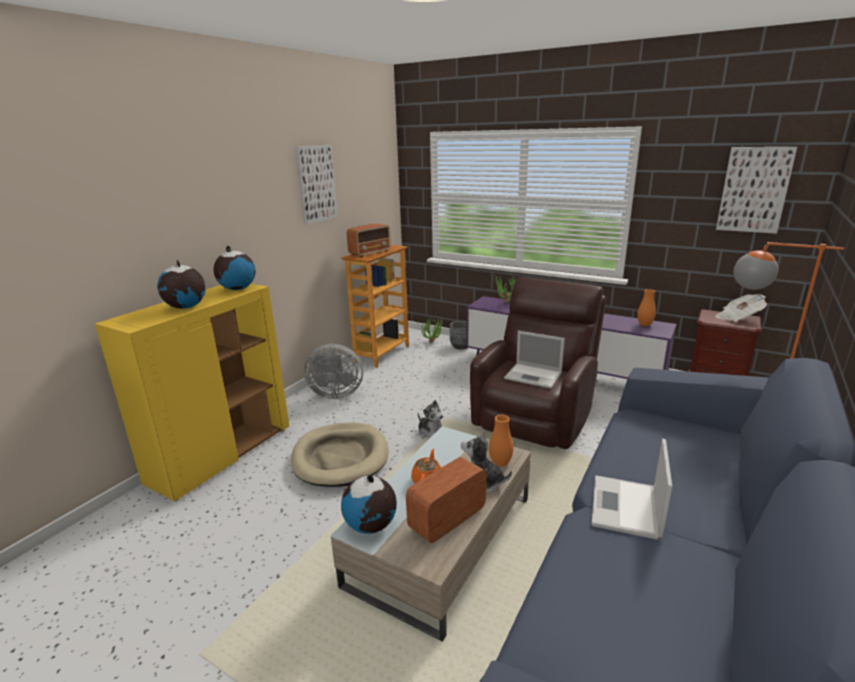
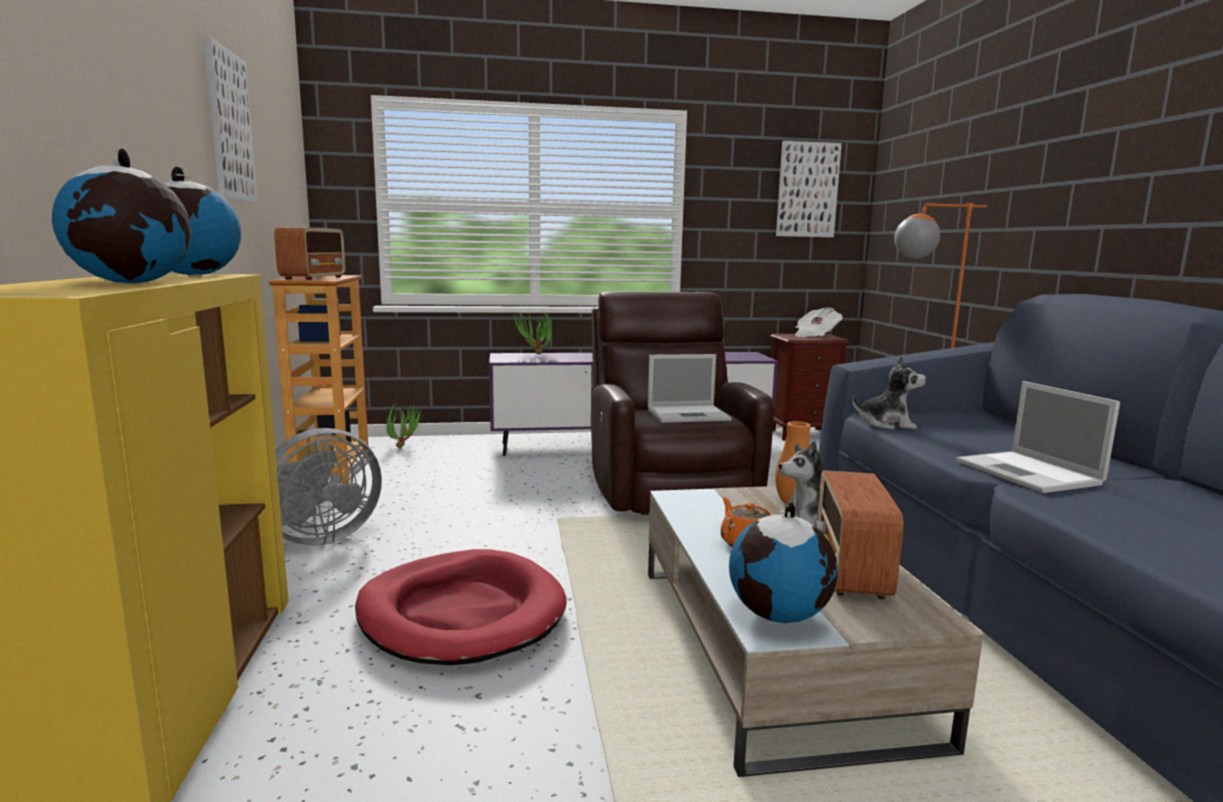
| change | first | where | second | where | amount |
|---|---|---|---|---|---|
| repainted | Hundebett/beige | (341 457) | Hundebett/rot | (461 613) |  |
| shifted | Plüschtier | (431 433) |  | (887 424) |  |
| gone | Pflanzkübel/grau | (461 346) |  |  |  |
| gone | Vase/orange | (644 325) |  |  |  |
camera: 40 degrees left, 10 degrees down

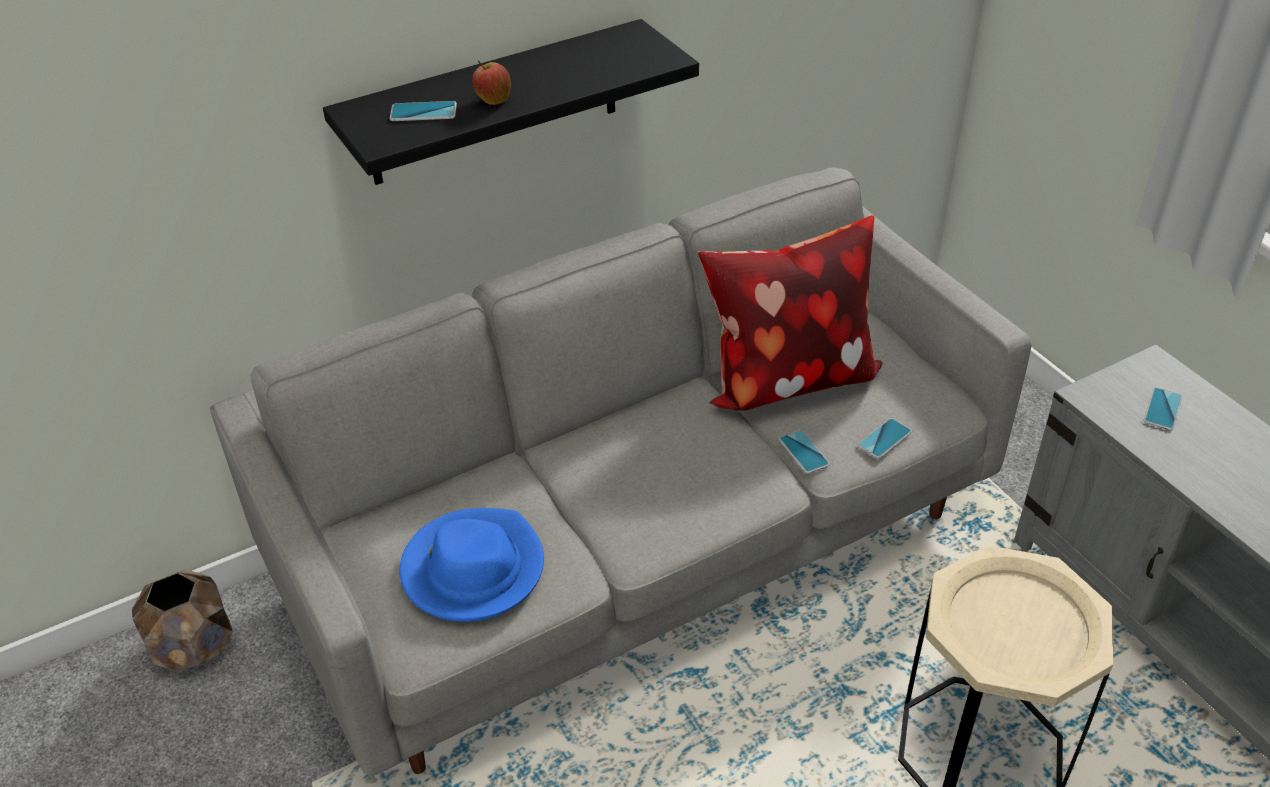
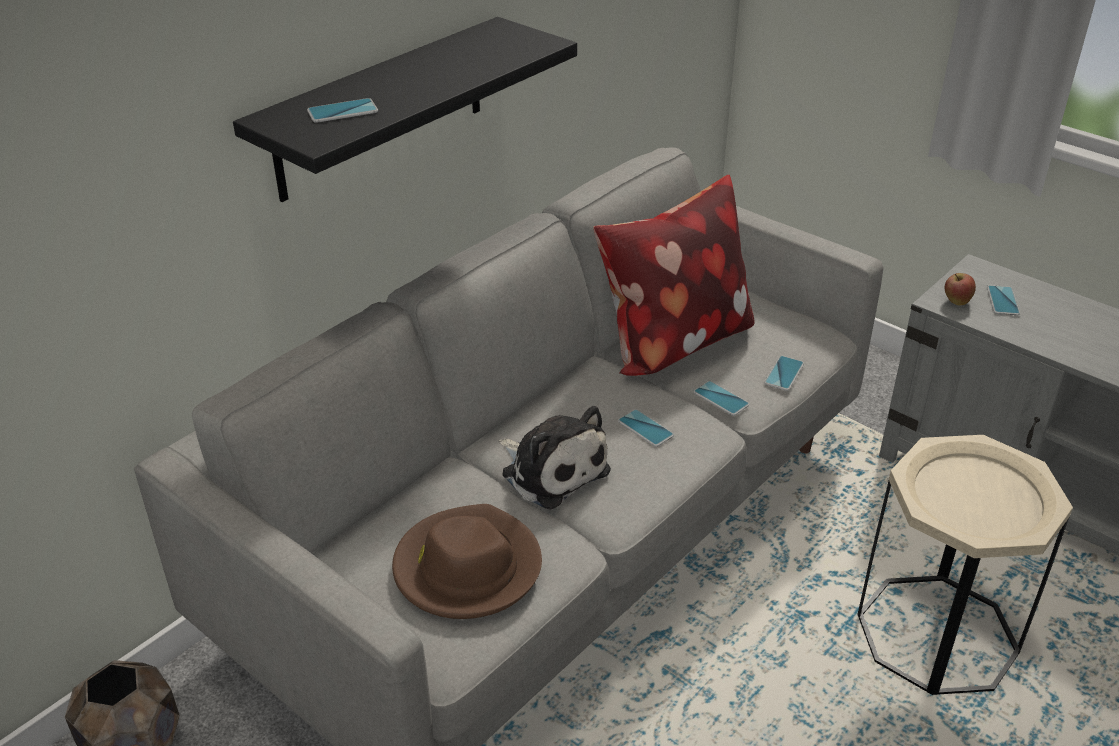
| change | first | where | second | where | amount |
|---|---|---|---|---|---|
| repainted | Hut/blau | (473 569) | Hut/braun | (467 568) |  |
| new |  |  | Plüschtier | (552 470) |  |
| new |  |  | Handy | (645 428) |  |
| shifted | Apfel | (493 100) |  | (956 301) |  |
camera: 20 degrees left, 5 degrees down

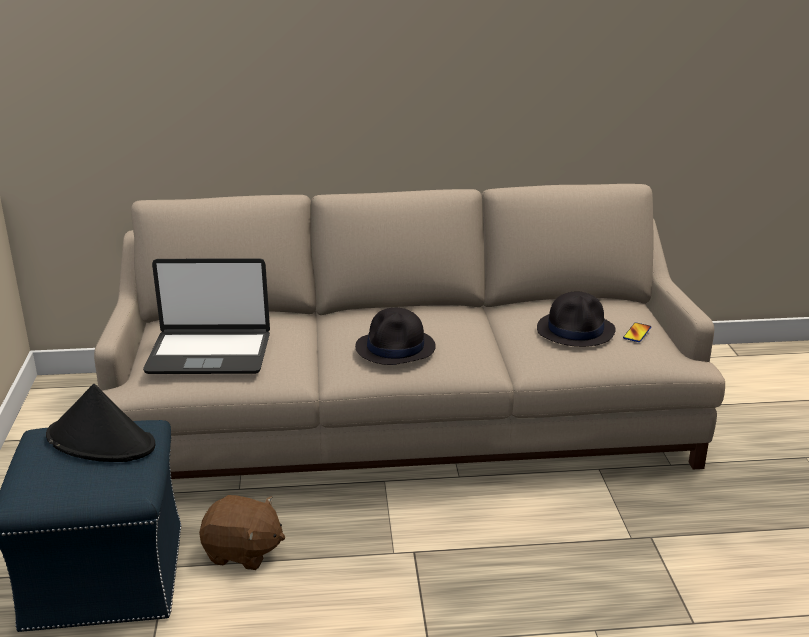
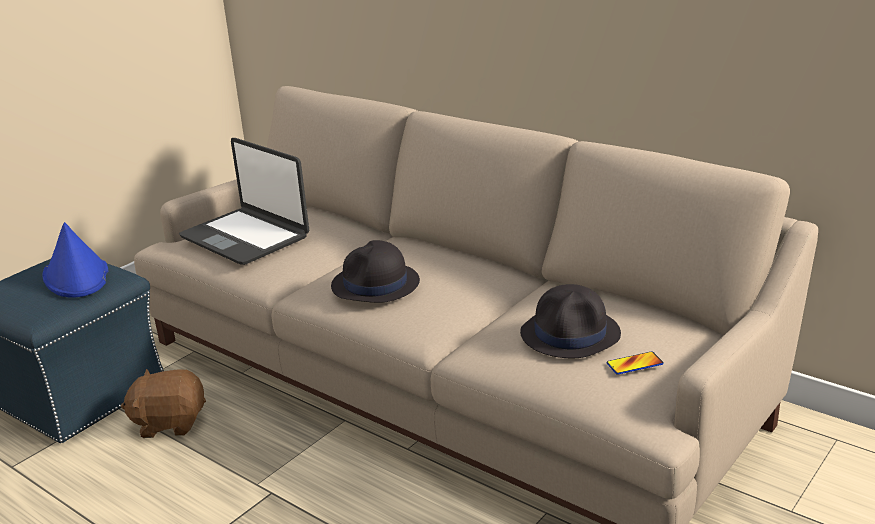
| change | first | where | second | where | amount |
|---|---|---|---|---|---|
| repainted | Hut/schwarz | (101 441) | Hut/blau | (76 275) |  |
| rotated | Plüschtier/braun | (243 552) |  | (170 422) | 120 degrees clockwise |
camera: 45 degrees right, 0 degrees up

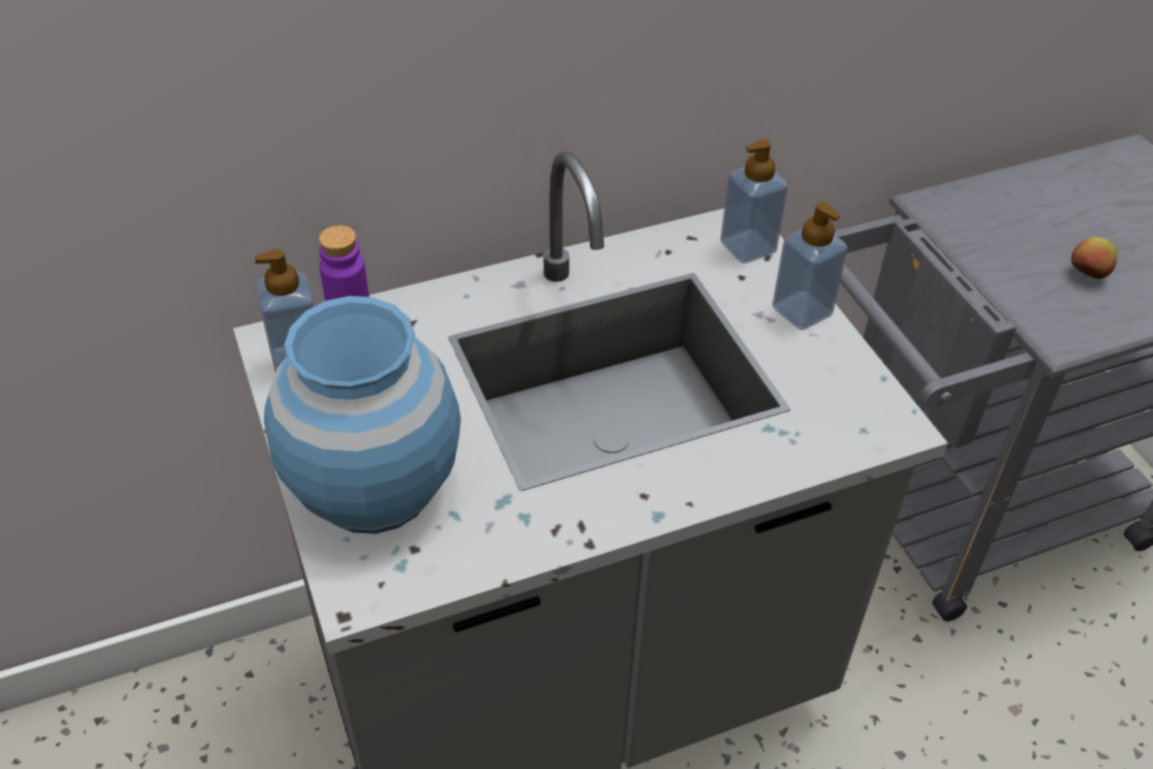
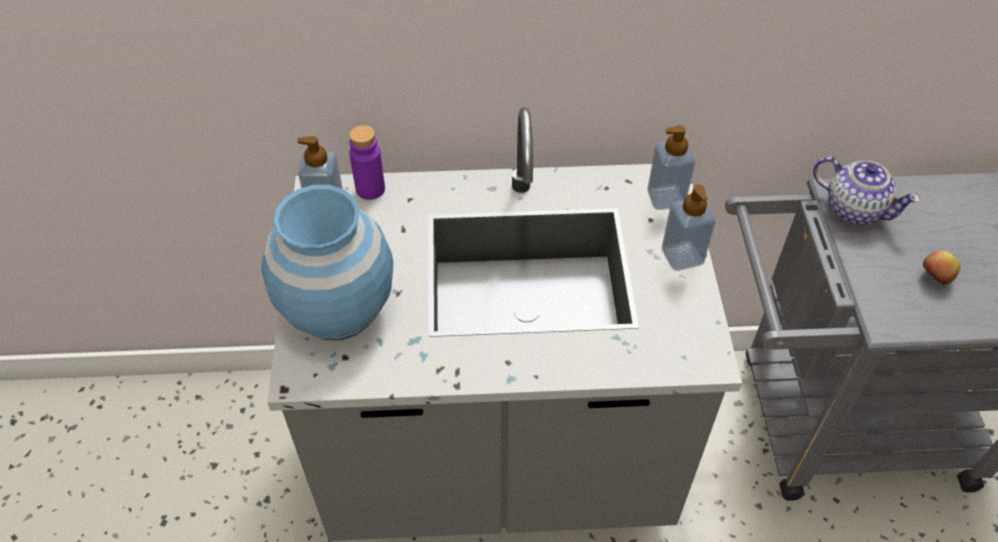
| change | first | where | second | where | amount |
|---|---|---|---|---|---|
| new |  |  | Teekanne | (853 208) |  |
camera: 20 degrees right, 5 degrees up

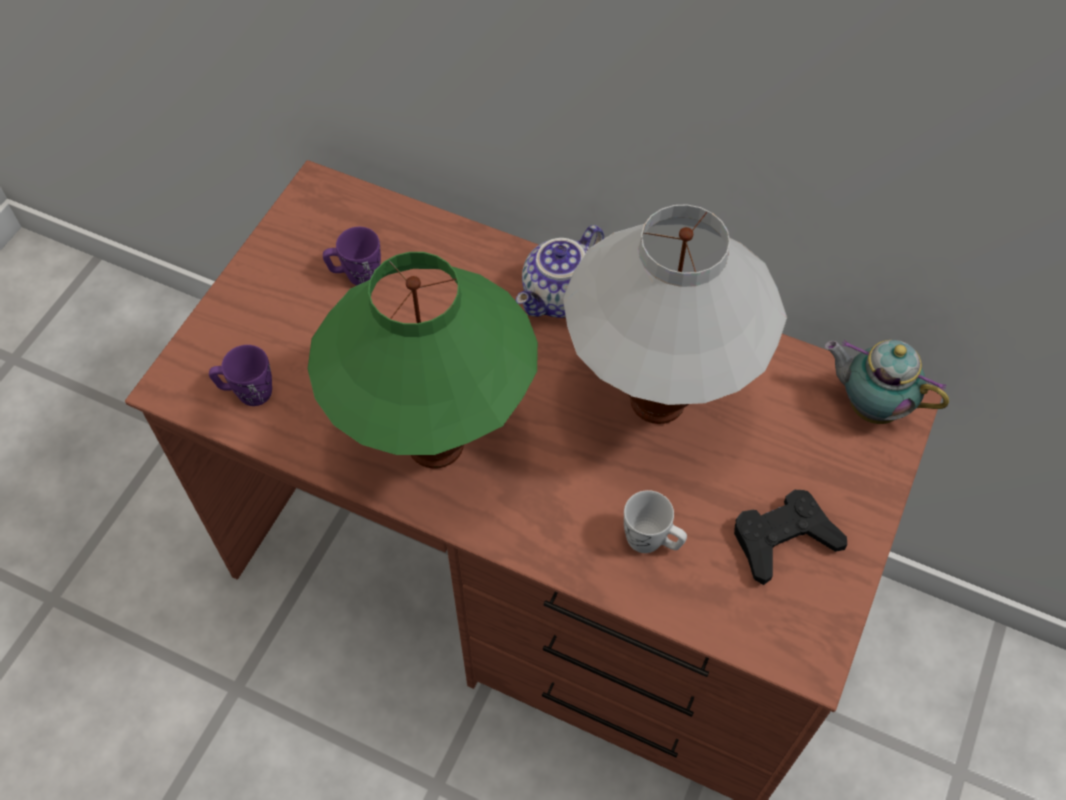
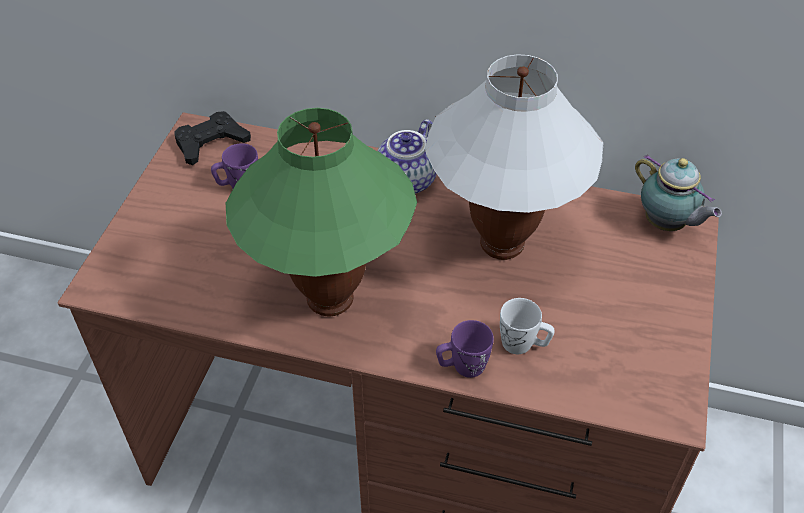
| change | first | where | second | where | amount |
|---|---|---|---|---|---|
| shifted | Gamepad/schwarz | (783 539) |  | (211 143) |  |
| shifted | Henkelbecher/lila | (247 392) |  | (462 366) |  |
| rotated | Teekanne | (869 405) |  | (666 225) | 150 degrees counterclockwise |
camera: 10 degrees left, 10 degrees down

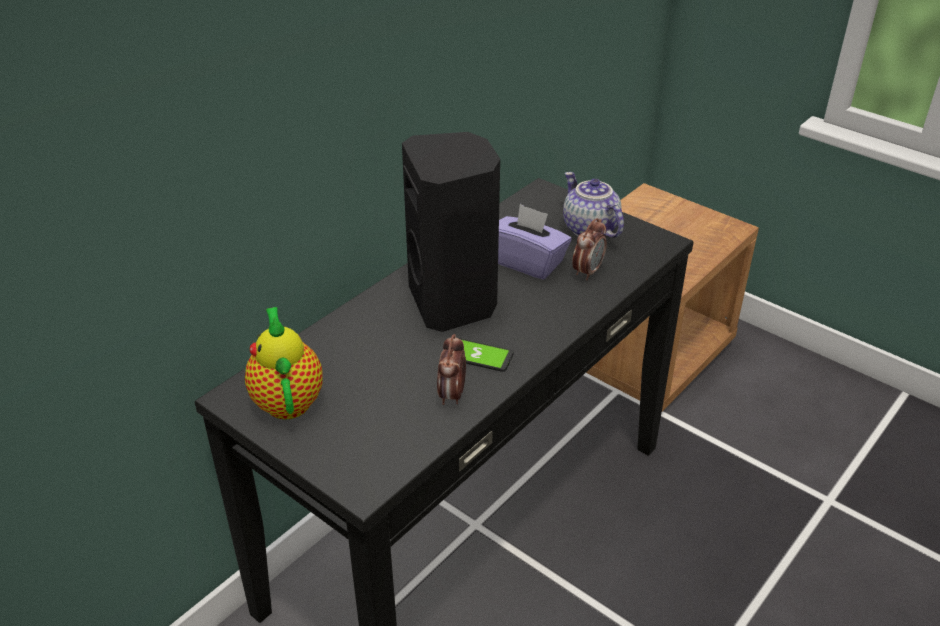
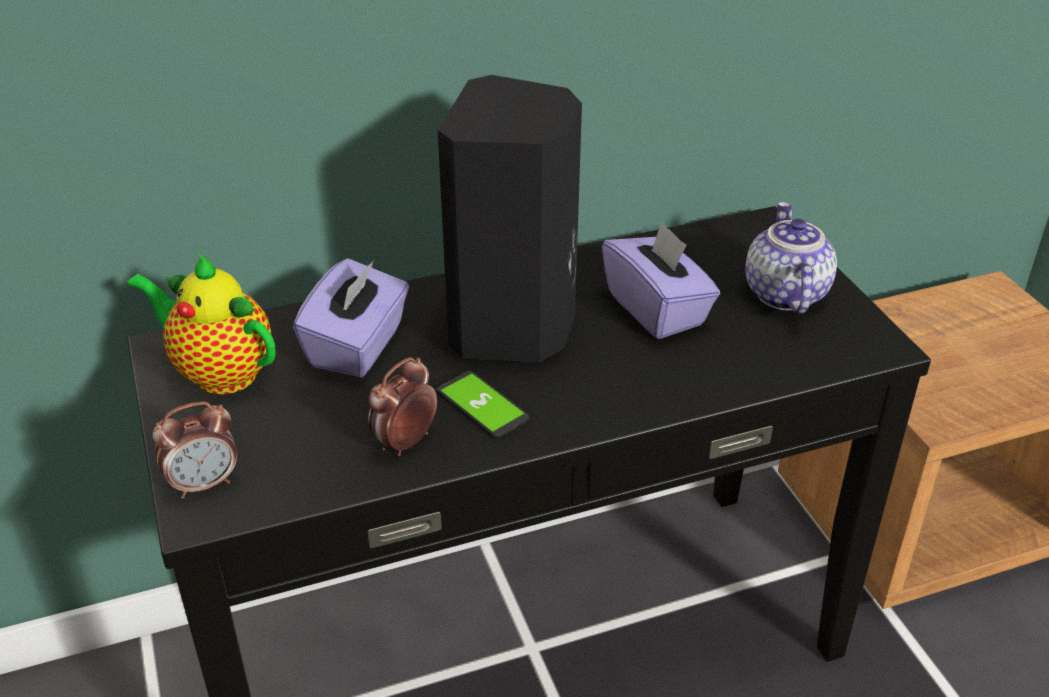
| change | first | where | second | where | amount |
|---|---|---|---|---|---|
| rotated | Teekanne | (287 399) |  | (219 372) | 75 degrees counterclockwise |
| shifted | Wecker | (587 271) |  | (204 484) |  |
| new |  |  | Taschentuchbox/lila | (358 346) |  |
camera: 30 degrees right, 0 degrees up

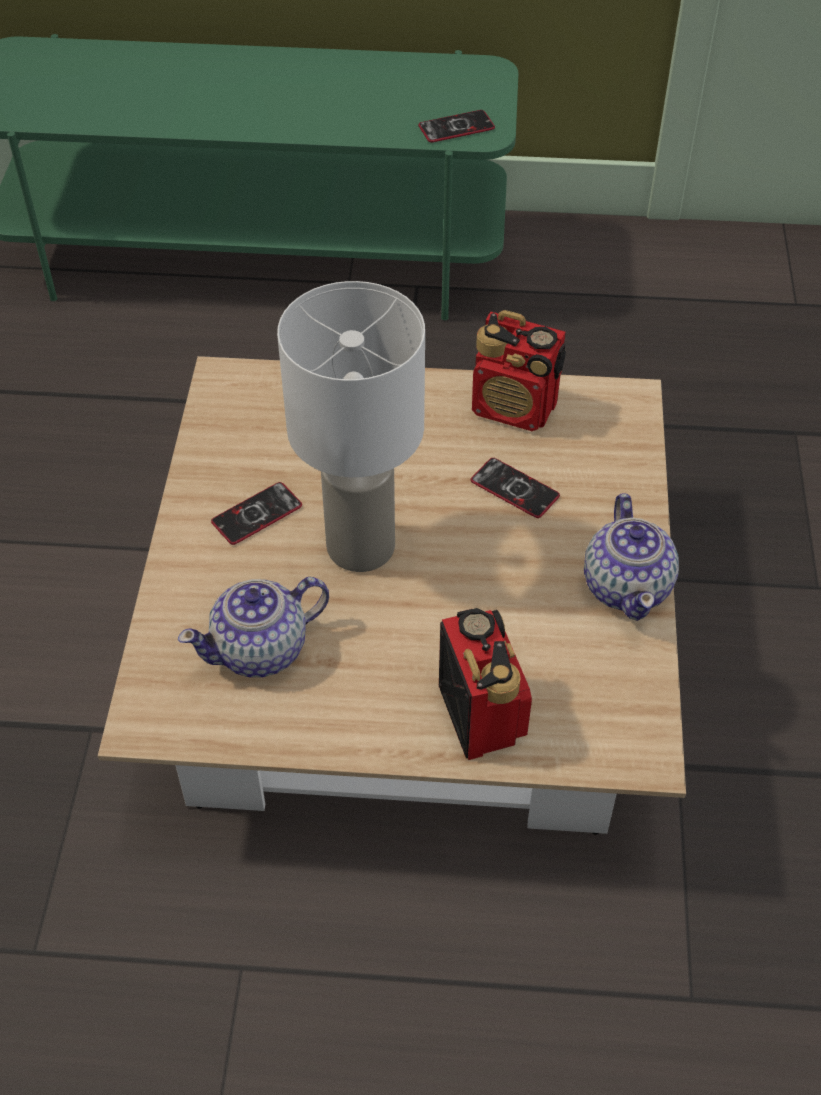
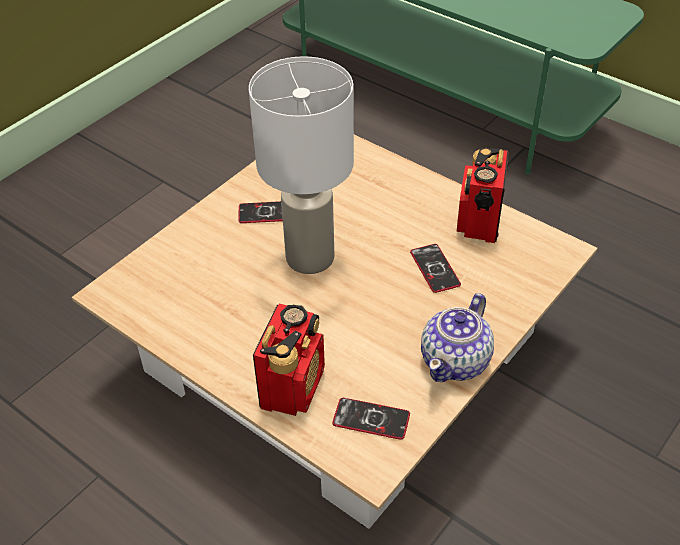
| change | first | where | second | where | amount |
|---|---|---|---|---|---|
| shifted | Handy | (456 128) |  | (371 419) |  |
| rotated | Radio | (515 409) |  | (478 223) | 45 degrees clockwise |
| gone | Teekanne | (261 649) |  |  |  |
camera: 35 degrees right, 5 degrees down

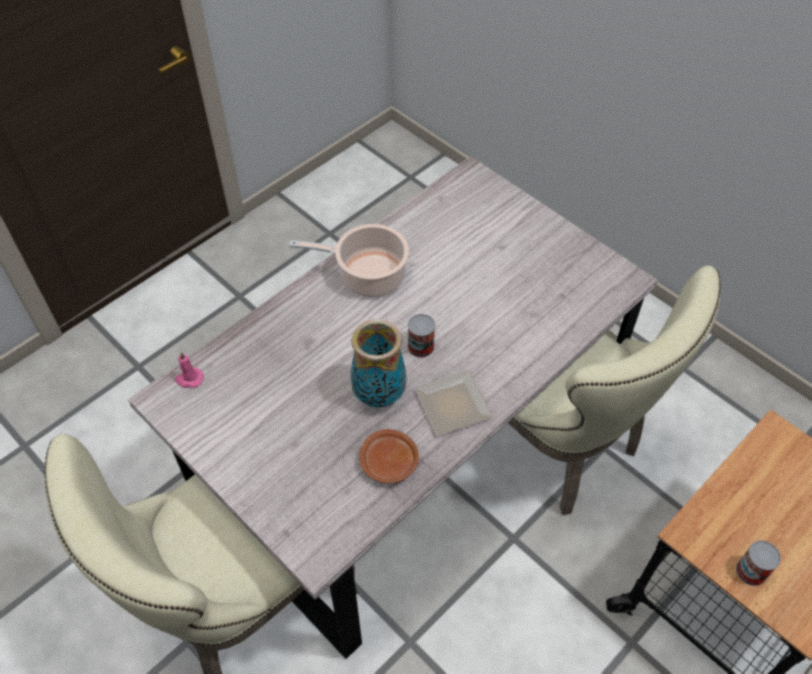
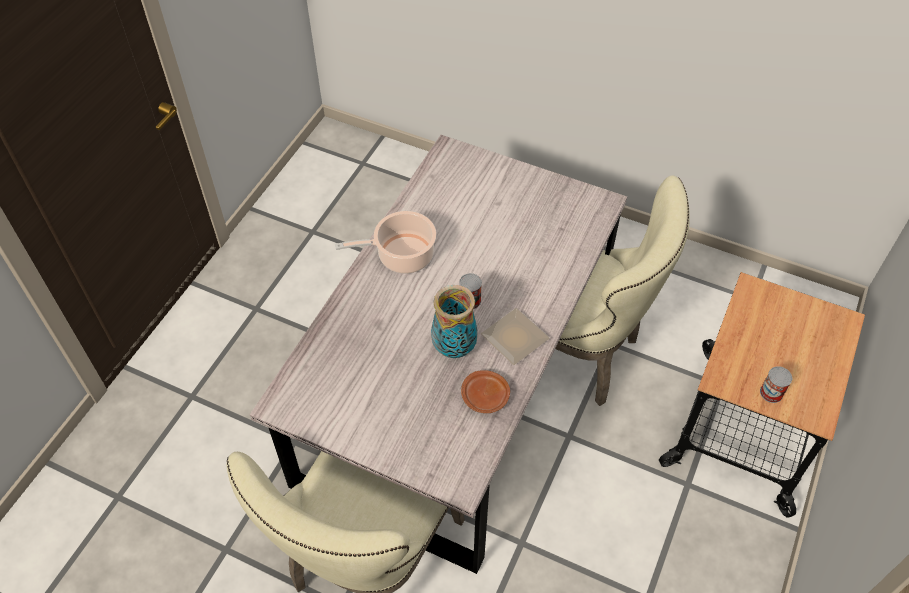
| change | first | where | second | where | amount |
|---|---|---|---|---|---|
| gone | Kerze/rosa | (189 379) |  |  |  |
camera: 20 degrees left, 0 degrees up

